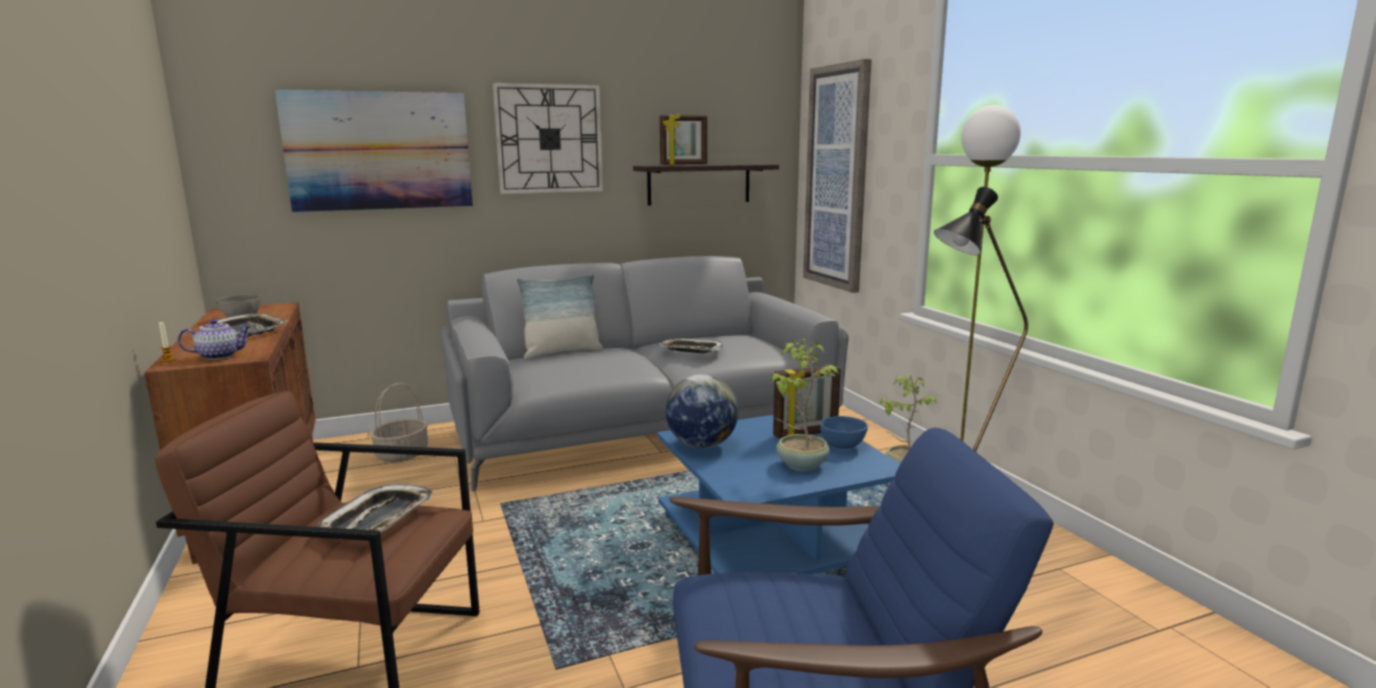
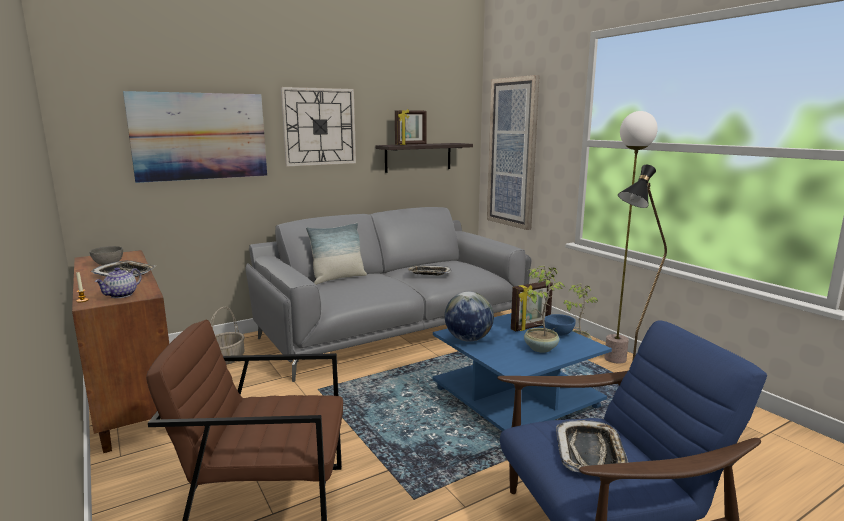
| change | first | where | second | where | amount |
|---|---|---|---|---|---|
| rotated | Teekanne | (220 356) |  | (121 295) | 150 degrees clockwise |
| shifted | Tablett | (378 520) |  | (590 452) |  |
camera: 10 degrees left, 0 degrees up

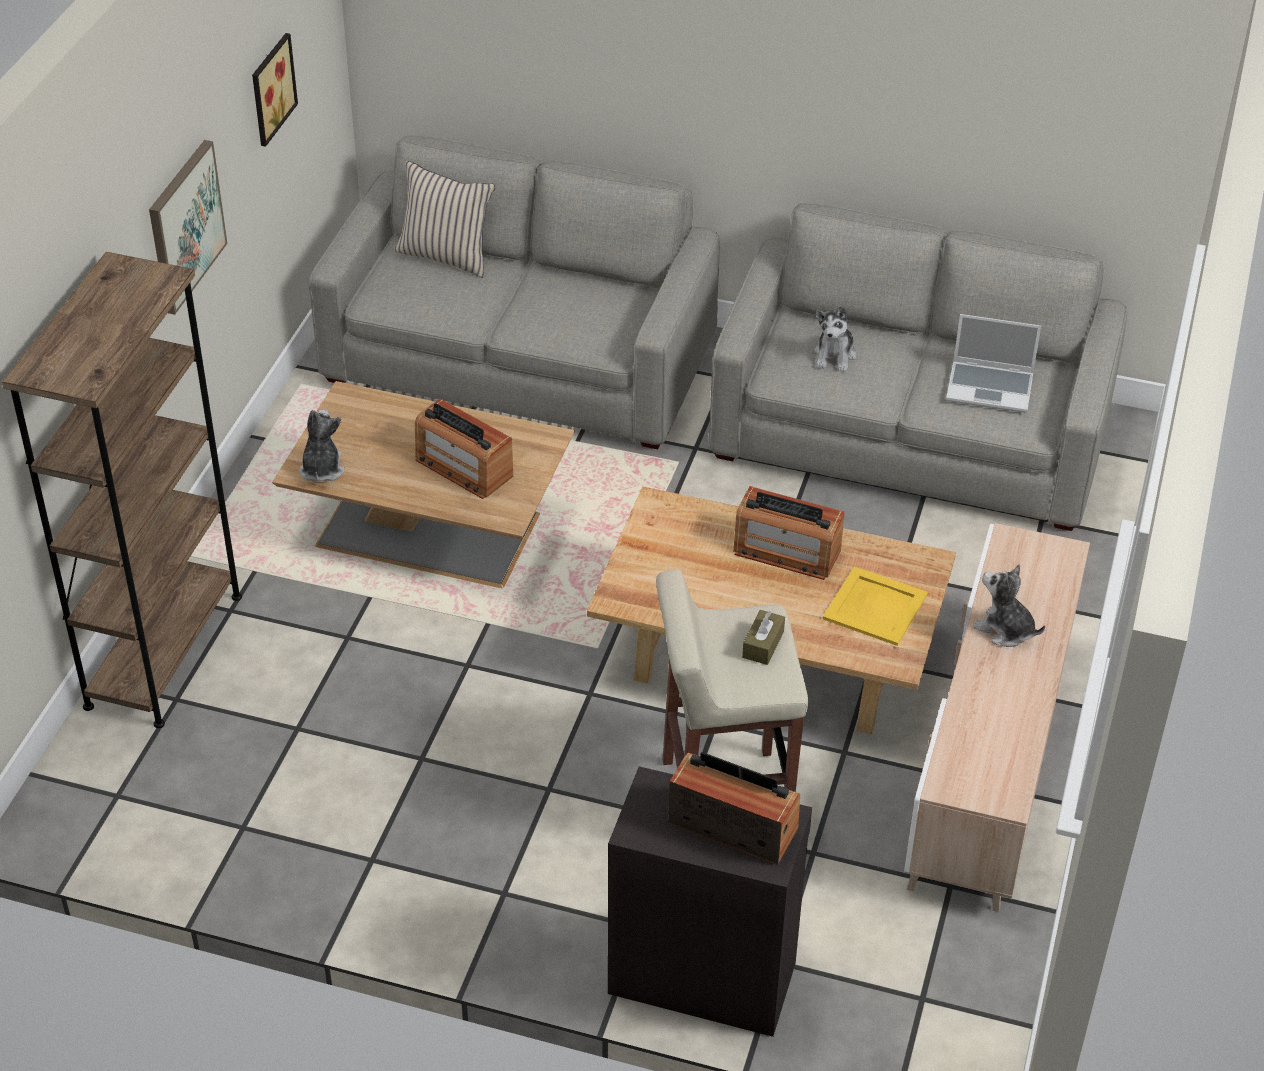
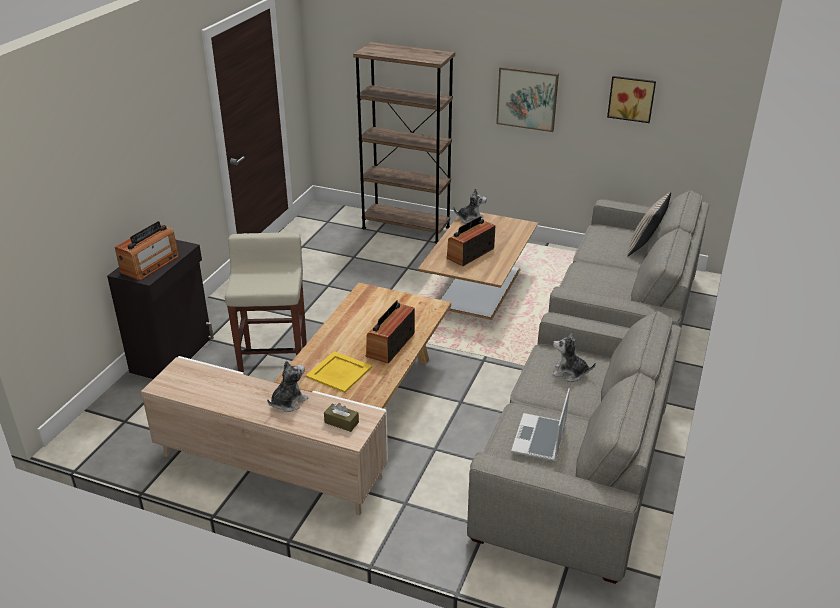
| change | first | where | second | where | amount |
|---|---|---|---|---|---|
| shifted | Taschentuchbox/braun | (763 644) |  | (341 422) |  |
camera: 95 degrees right, 10 degrees down

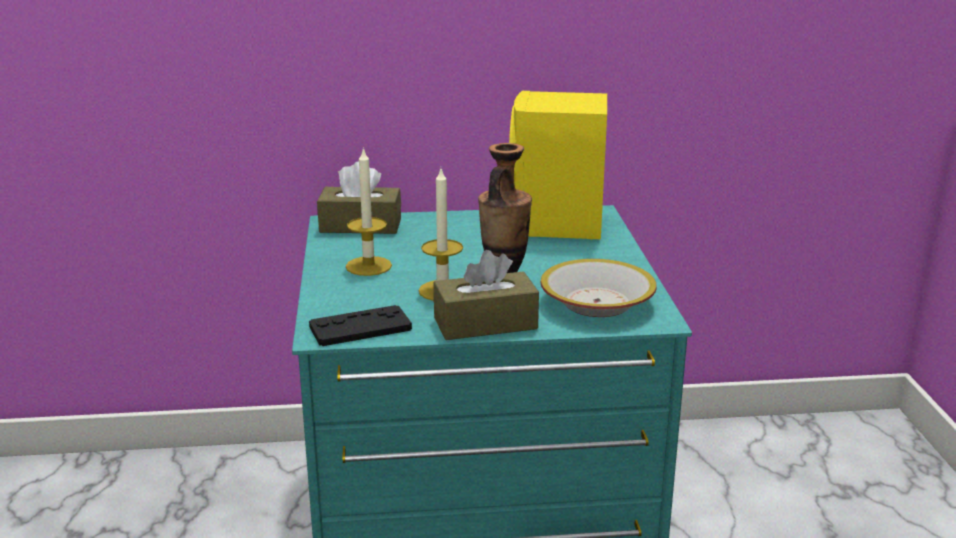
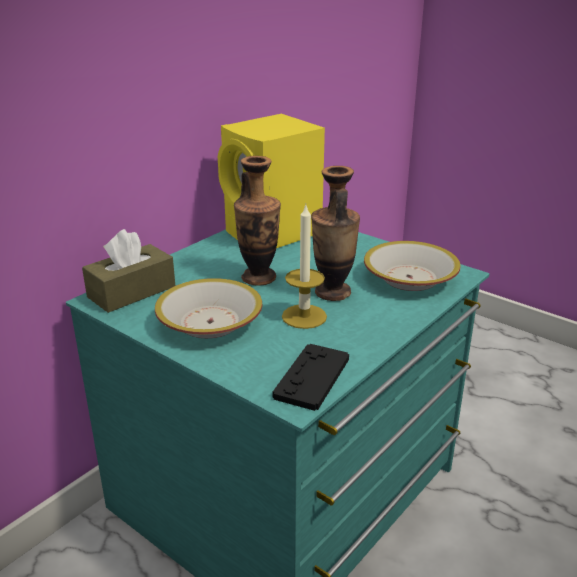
| change | first | where | second | where | amount |
|---|---|---|---|---|---|
| swapped | Kerze | (368 266) | Schüssel | (210 323) |  |
| new |  |  | Vase | (259 278) |  |
| gone | Taschentuchbox/braun | (485 323) |  |  |  |
camera: 45 degrees left, 5 degrees up

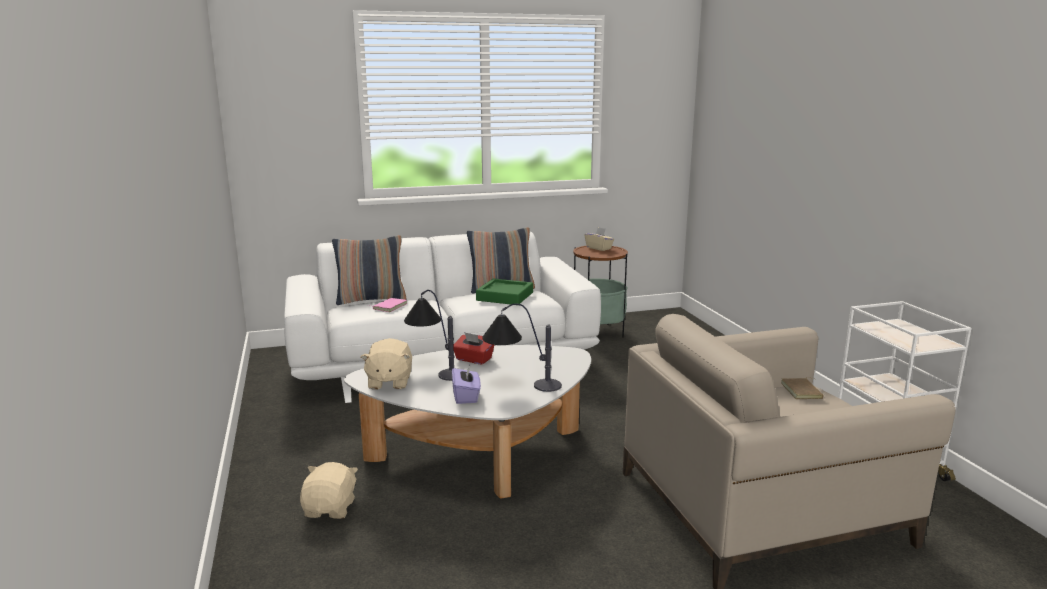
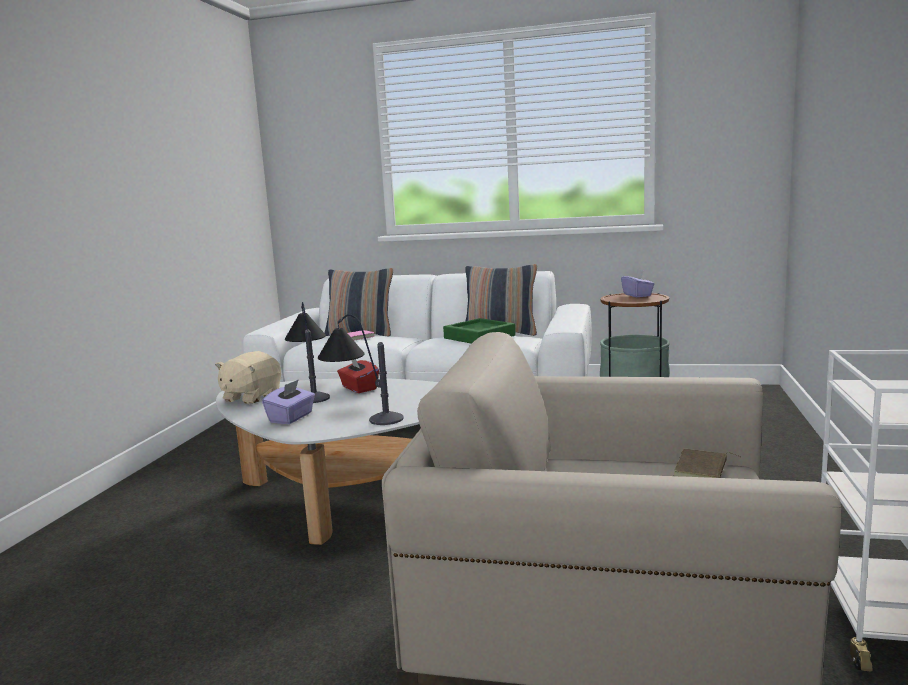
| change | first | where | second | where | amount |
|---|---|---|---|---|---|
| repainted | Taschentuchbox/beige | (599 248) | Taschentuchbox/lila | (637 295) |  |
| gone | Plüschtier/beige | (330 509) |  |  |  |
camera: 30 degrees right, 5 degrees down

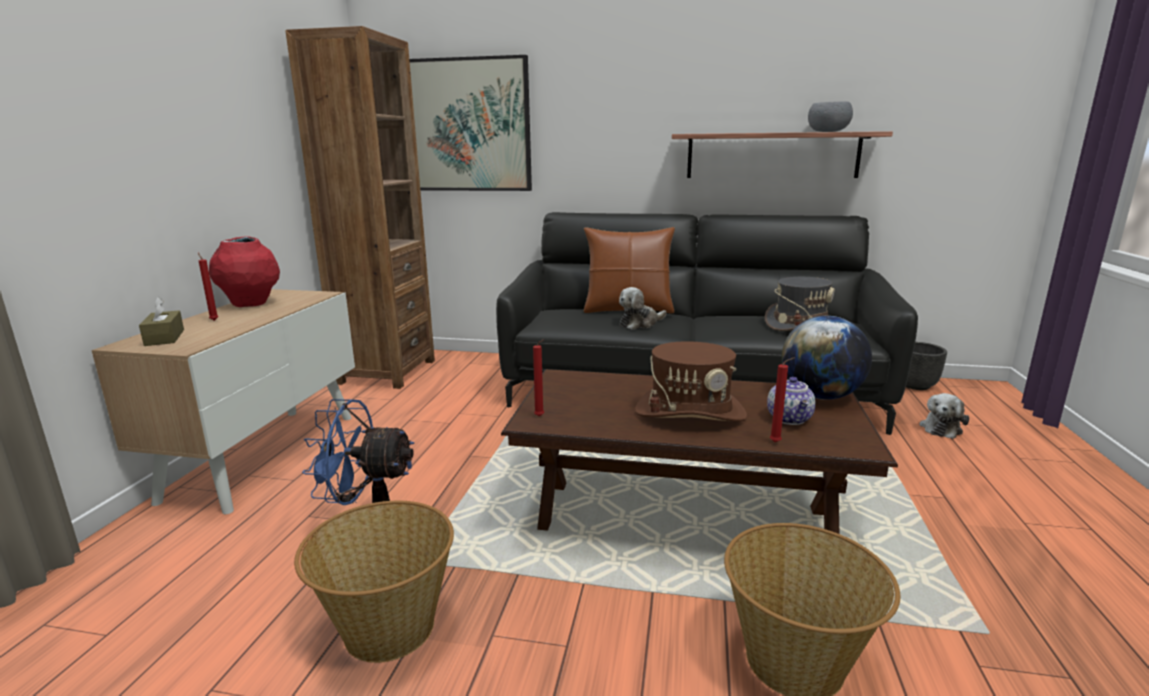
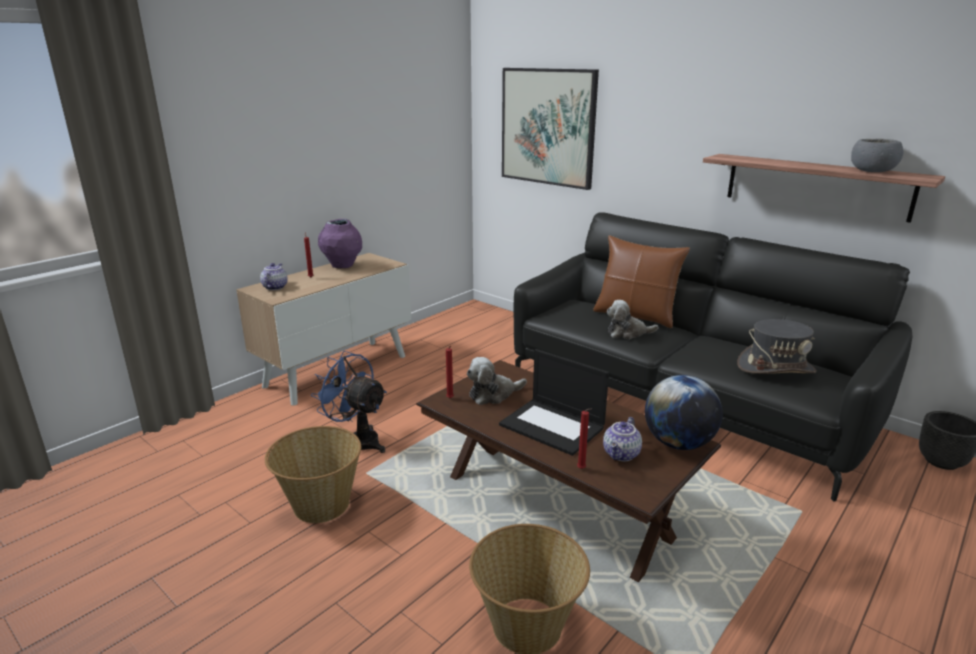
| change | first | where | second | where | amount |
|---|---|---|---|---|---|
| swapped | Taschentuchbox/braun | (164 337) | Teekanne | (275 287) |  |
| repainted | Vase/rot | (251 304) | Vase/lila | (342 266) |  |
| shifted | Plüschtier | (941 428) |  | (493 394) |  |
| swapped | Hut/braun | (690 413) | Laptop | (553 426) |  |
| gone | Bücherregal/braun | (387 372) |  |  |  |
camera: 30 degrees right, 5 degrees up

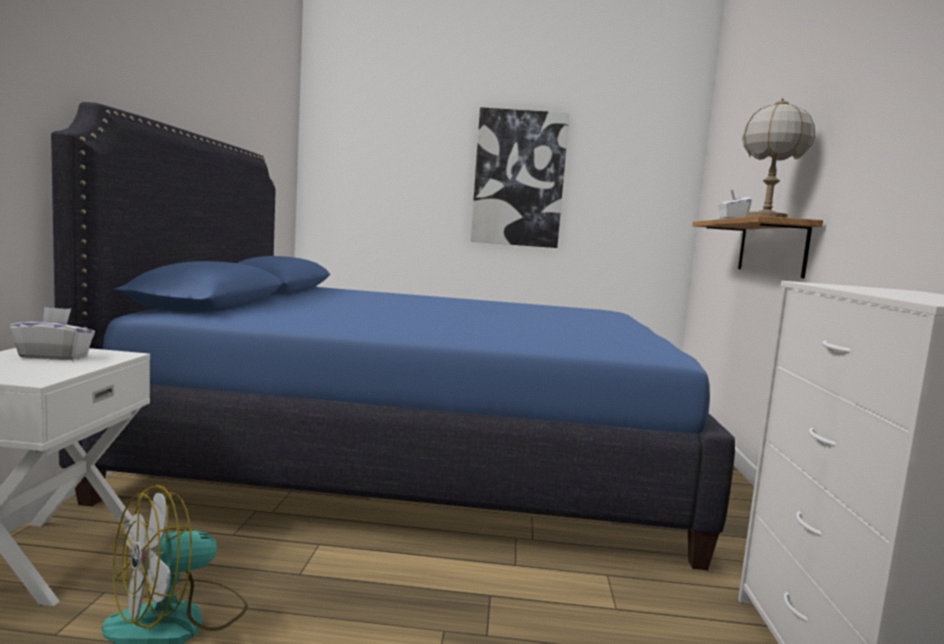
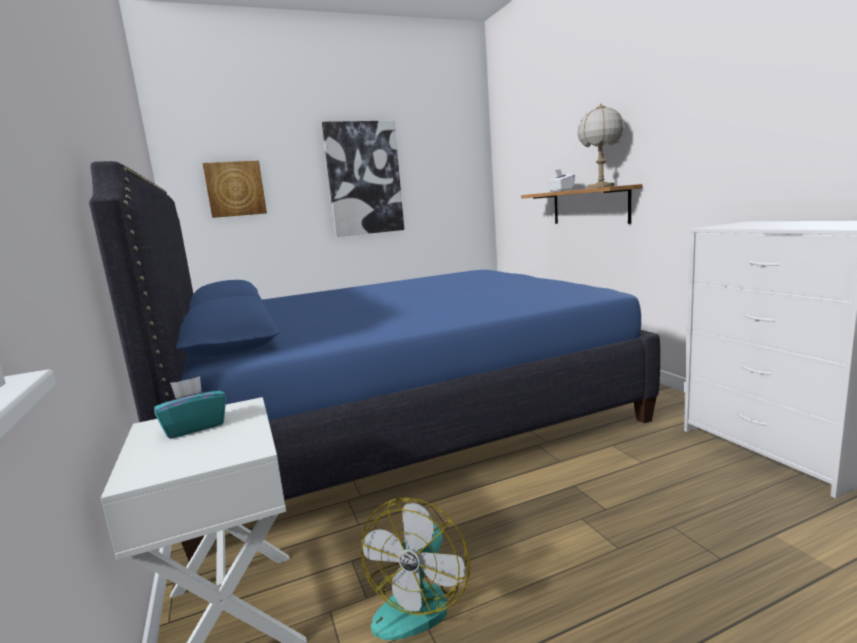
| change | first | where | second | where | amount |
|---|---|---|---|---|---|
| repainted | Taschentuchbox/weiß | (54 356) | Taschentuchbox/türkis | (195 427) |  |
| new |  |  | Bild | (235 189) |  |
camera: 25 degrees left, 5 degrees up

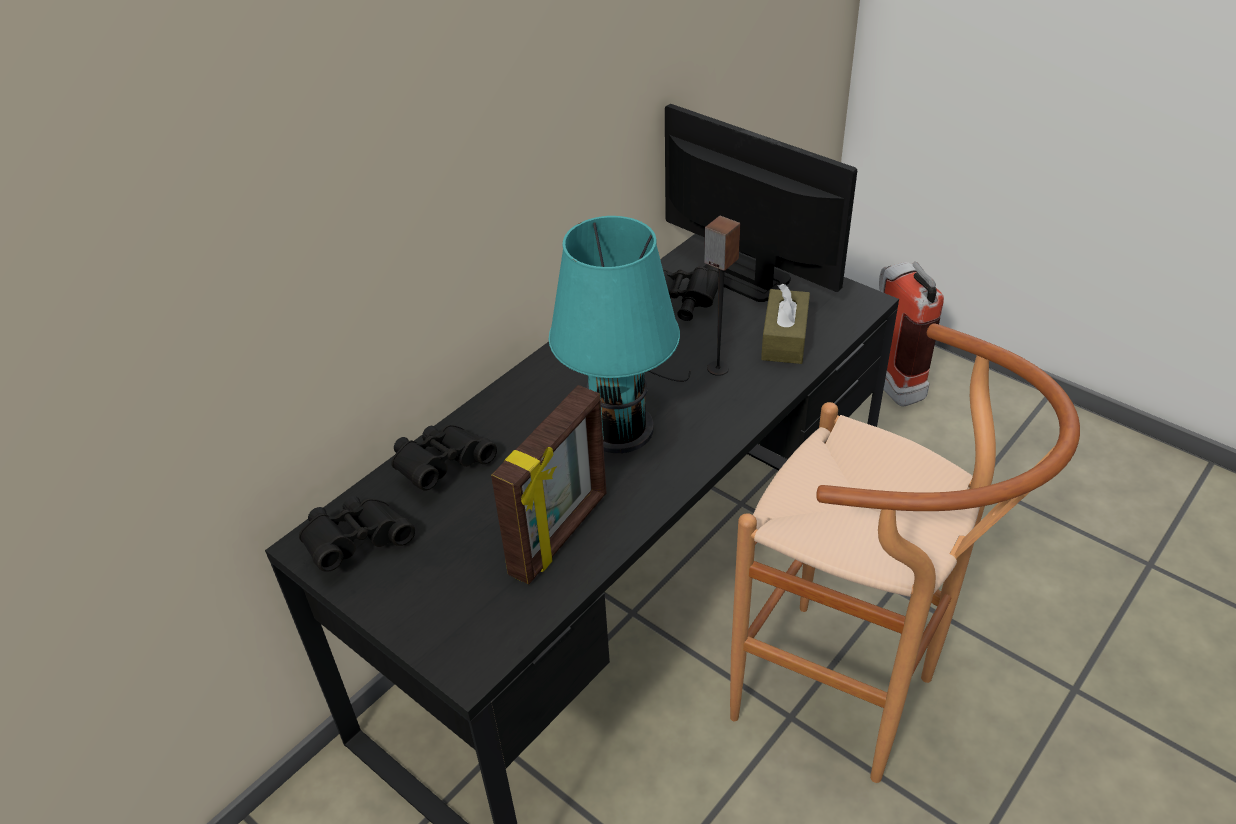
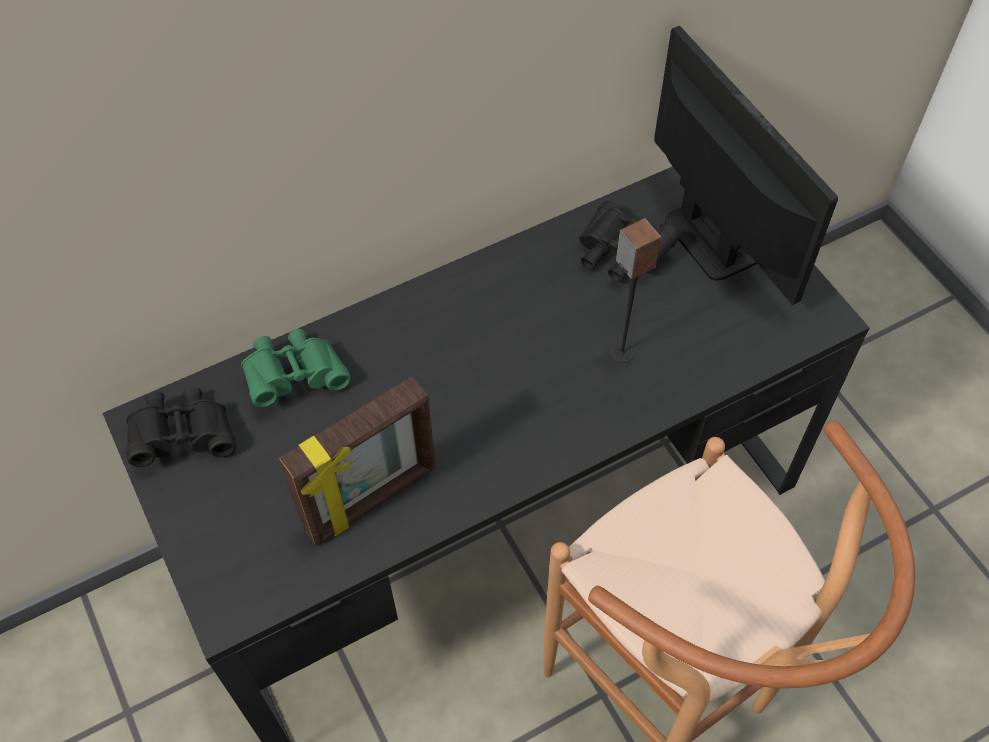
| change | first | where | second | where | amount |
|---|---|---|---|---|---|
| repainted | Fernglas/schwarz | (441 467) | Fernglas/grün | (295 377) |  |
| gone | Tischlampe/türkis | (621 423) |  |  |  |
| gone | Taschentuchbox/braun | (784 338) |  |  |  |
| gone | Feuerlöscher | (888 379) |  |  |  |
camera: 20 degrees right, 15 degrees up

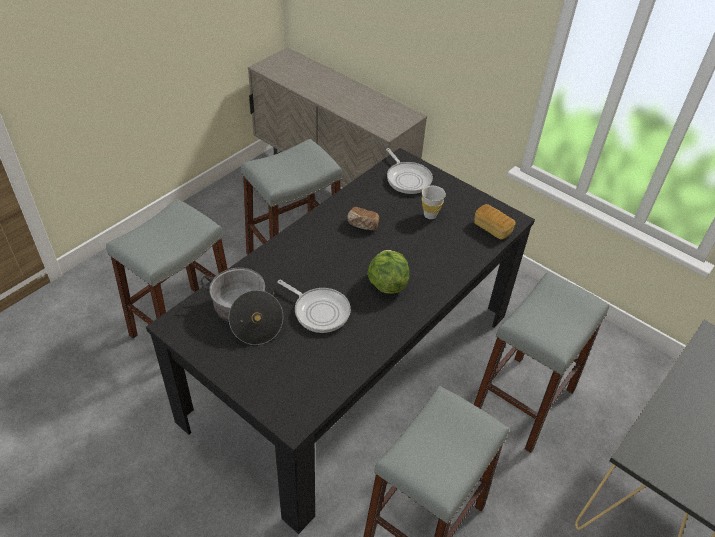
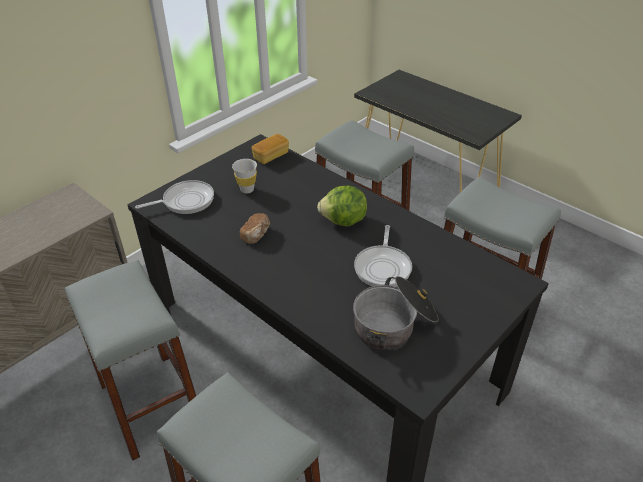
| change | first | where | second | where | amount |
|---|---|---|---|---|---|
| rotated | Pfanne | (319 311) |  | (383 267) | 150 degrees clockwise |
camera: 85 degrees left, 5 degrees down

